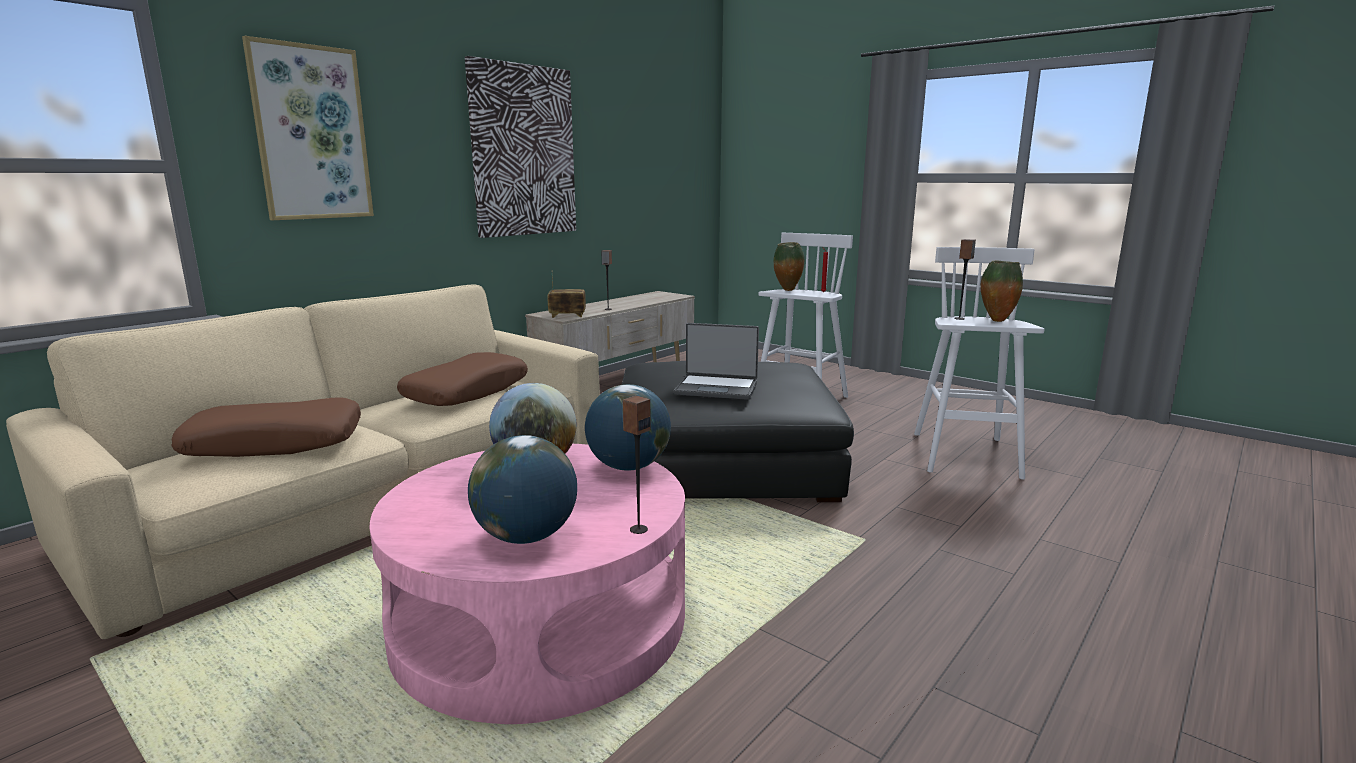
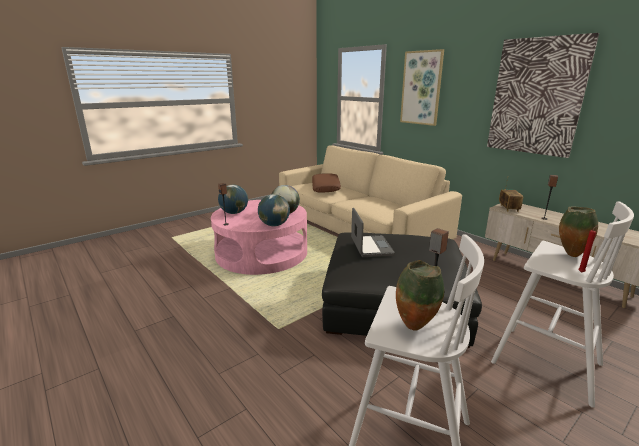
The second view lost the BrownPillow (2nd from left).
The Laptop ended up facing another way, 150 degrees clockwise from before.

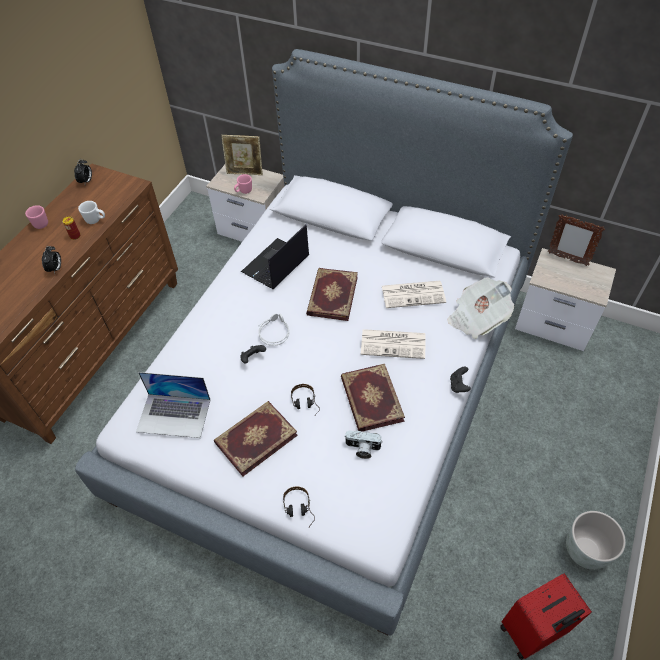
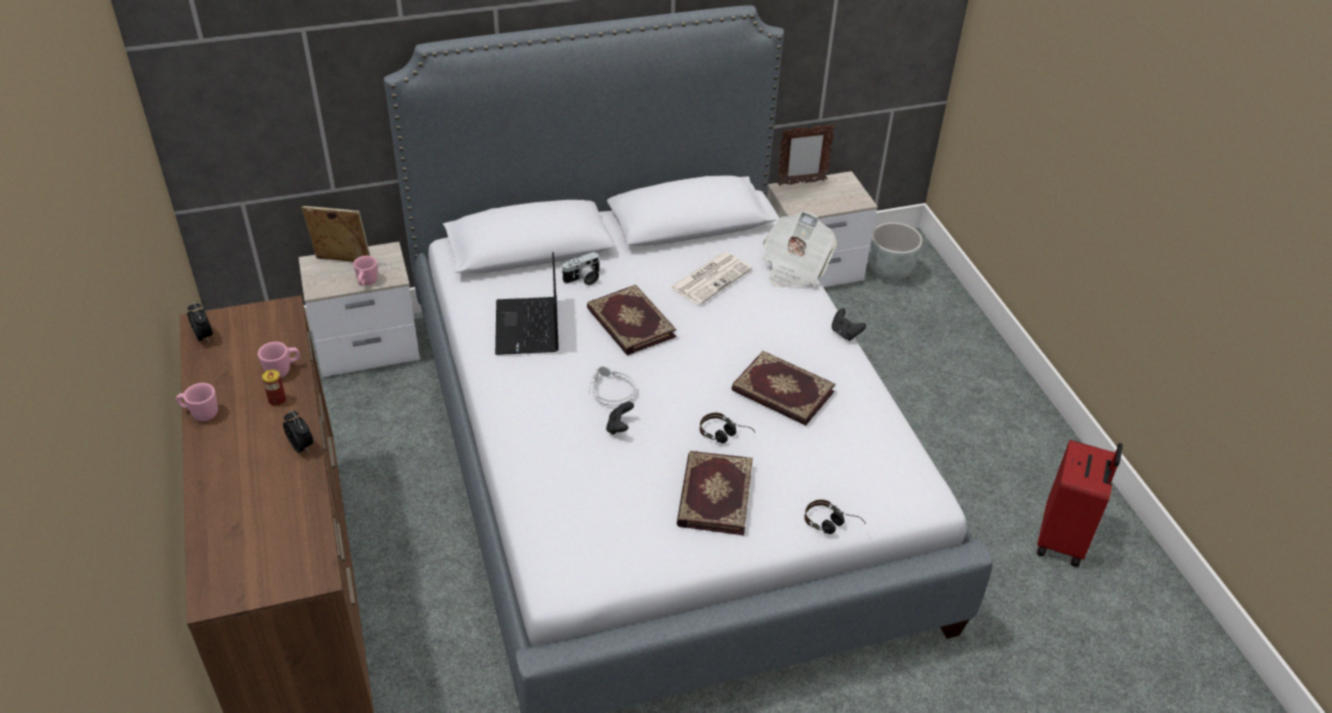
What was the WhiteMug turned into the PinkMug (2nd from left).
The second view lost the Laptop (1st from left).
The PictureFrame (1st from left) ended up facing another way, 135 degrees counterclockwise from before.
The PhotoCamera ended up elsewhere.
The second view lost the Newspaper (1st from left).
The GreyPlanter ended up elsewhere.

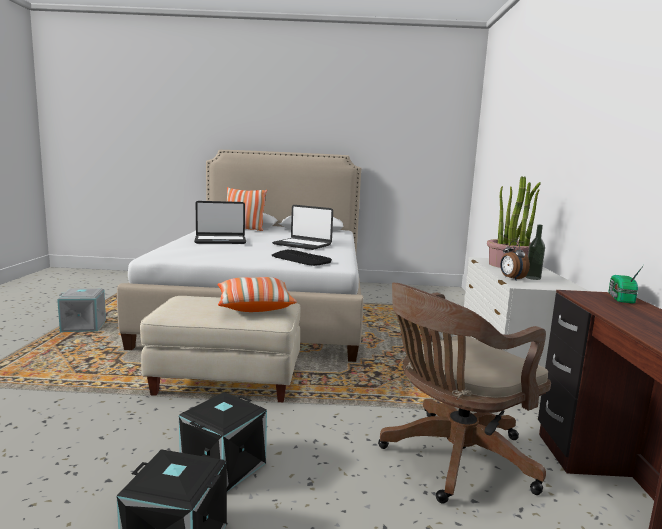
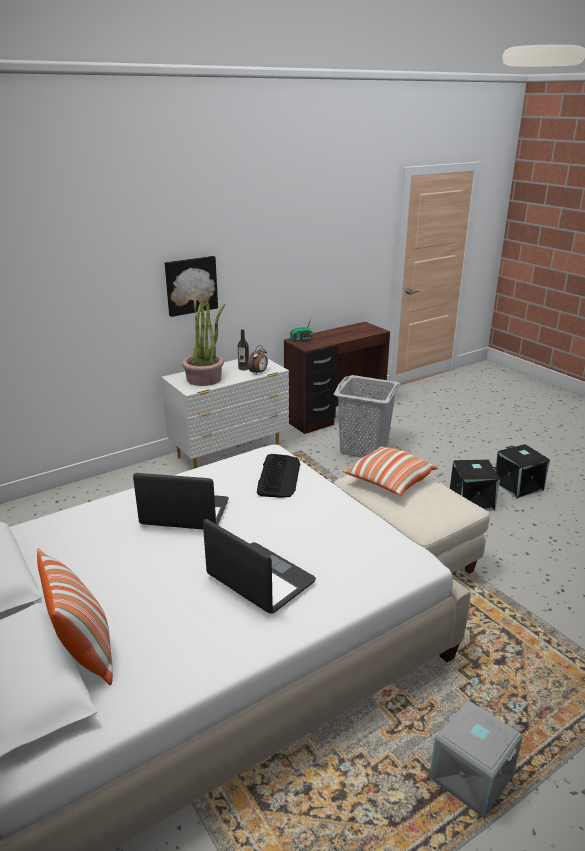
The Laptop (2nd from left in the first image) ended up facing another way, 75 degrees counterclockwise from before.
Where the BrownOfficeChair stood, the GreyLaundryBasket came to stand.
The second view gained the Picture.

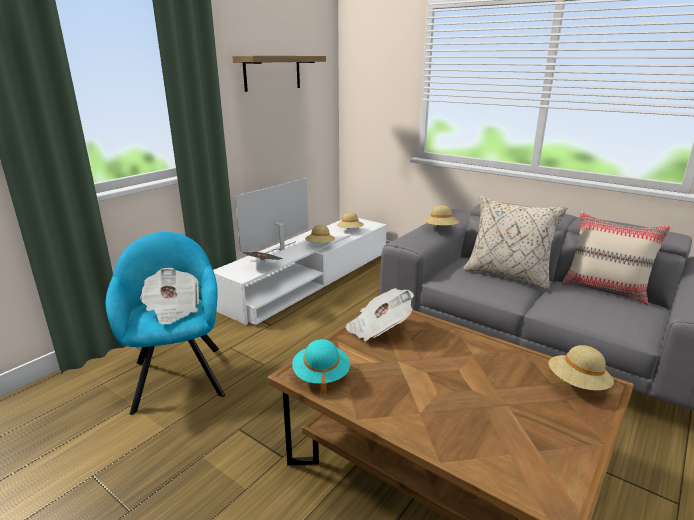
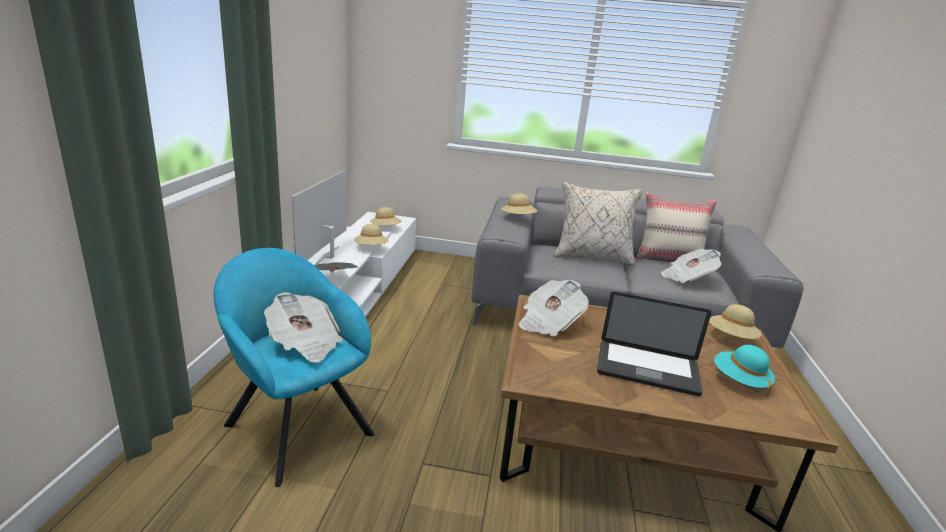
The second view lost the Shelf.
The TurquoiseHat ended up elsewhere.
The second view gained the Laptop.
The second view gained the Newspaper (4th from left).

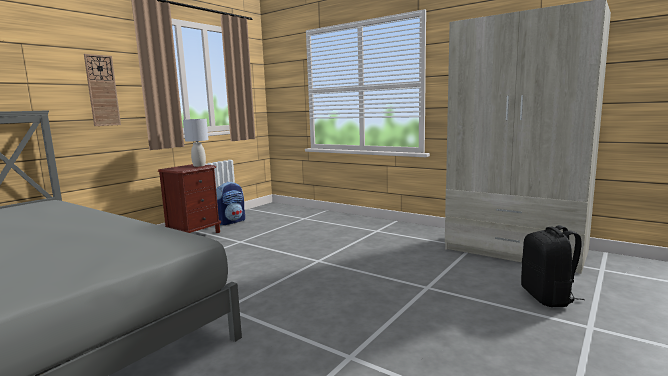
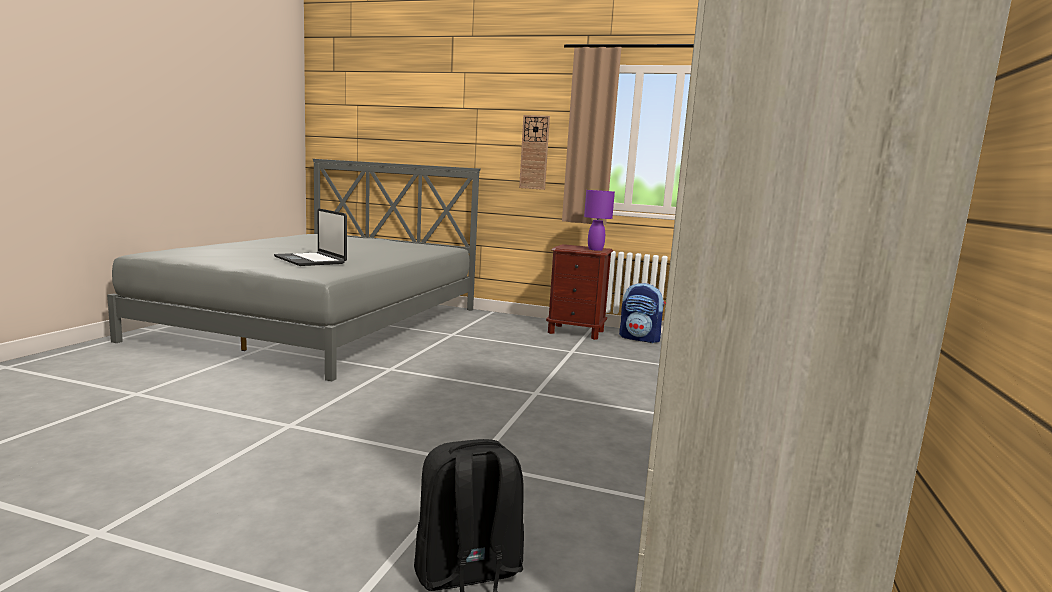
What was the GreyTableLamp turned into the PurpleTableLamp.
The second view gained the Laptop.

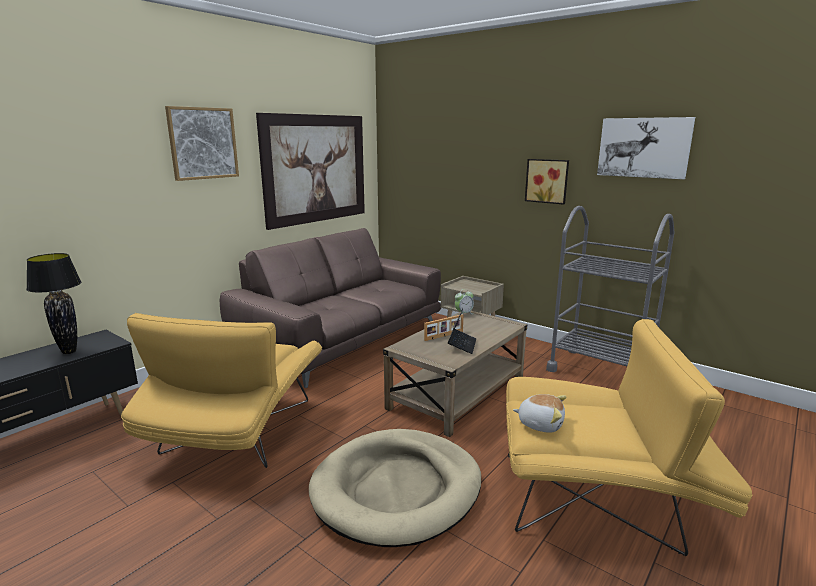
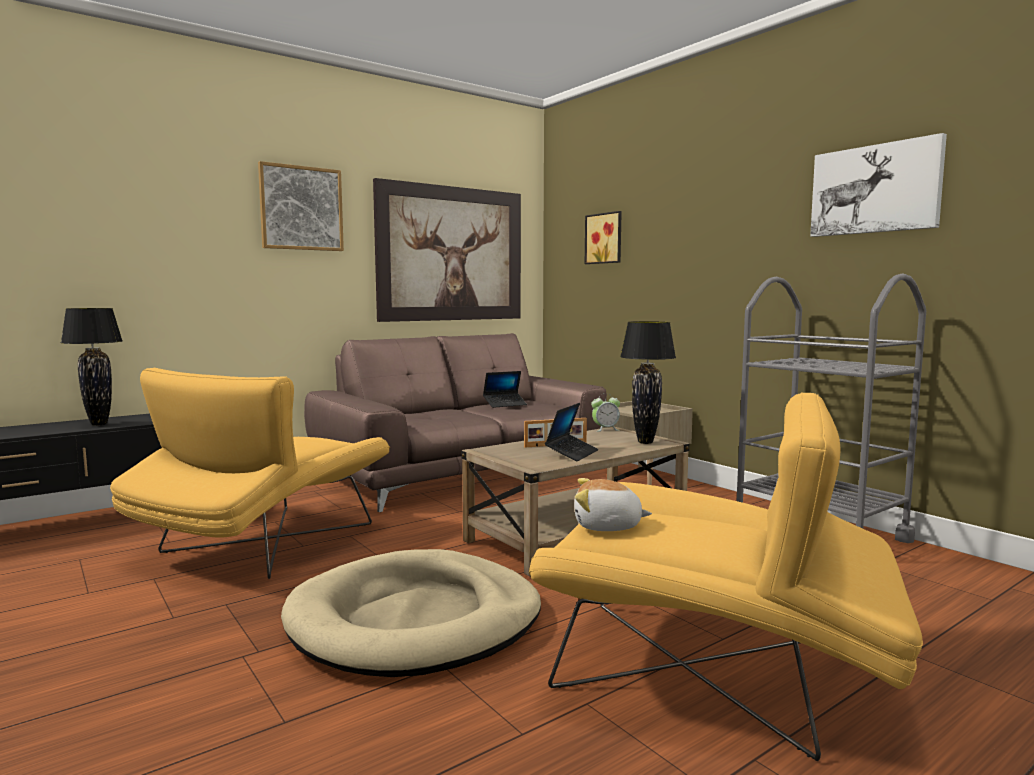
The PlushToy ended up facing another way, 150 degrees clockwise from before.
The Picture (3rd from left) ended up elsewhere.
The second view gained the Laptop (1st from left).
The second view gained the BlackTableLamp (2nd from left).

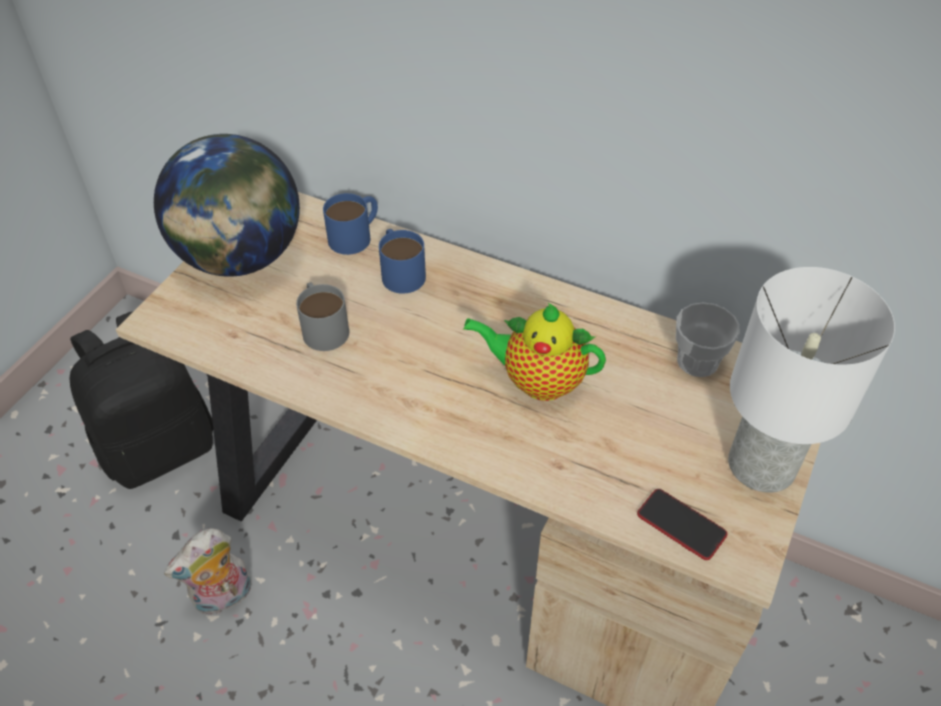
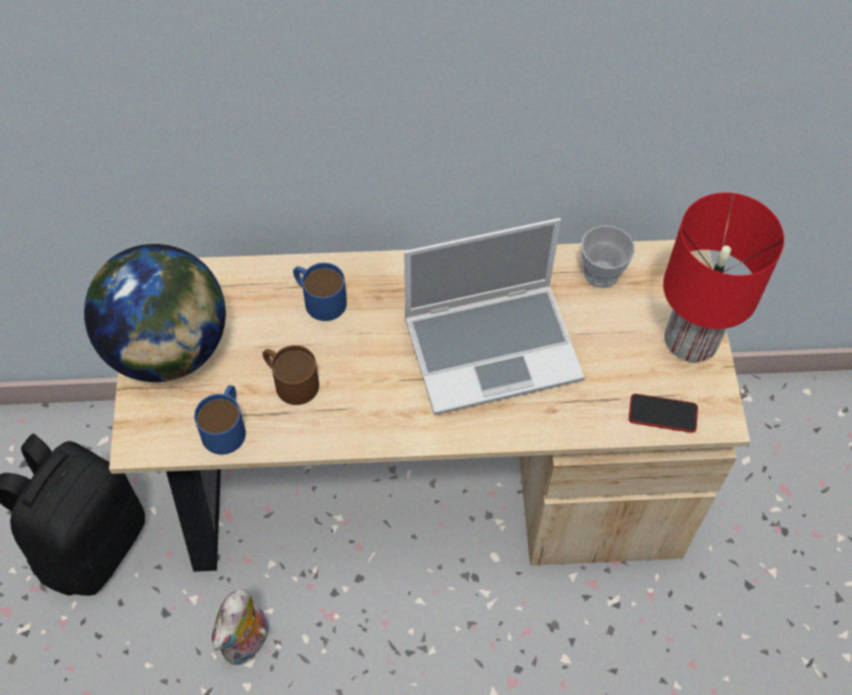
What was the GreyMug turned into the BrownMug.
The BlueMug (1st from left) ended up elsewhere.
Where the Teapot stood, the Laptop came to stand.
What was the WhiteTableLamp turned into the RedTableLamp.

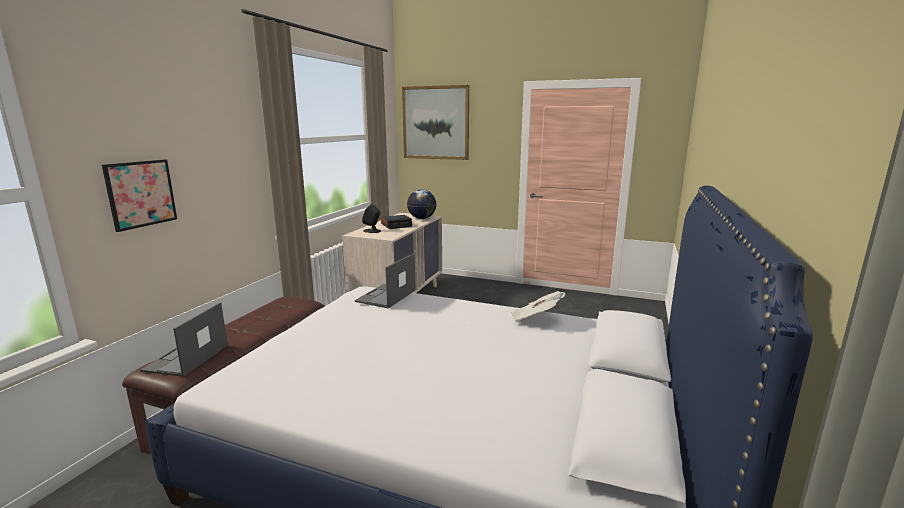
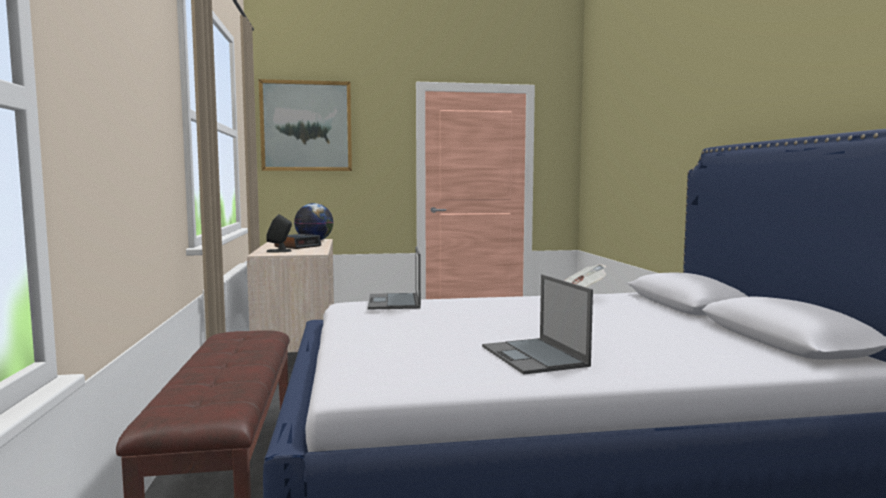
The second view lost the Picture (1st from left).
The Laptop (1st from left in the first image) ended up elsewhere.

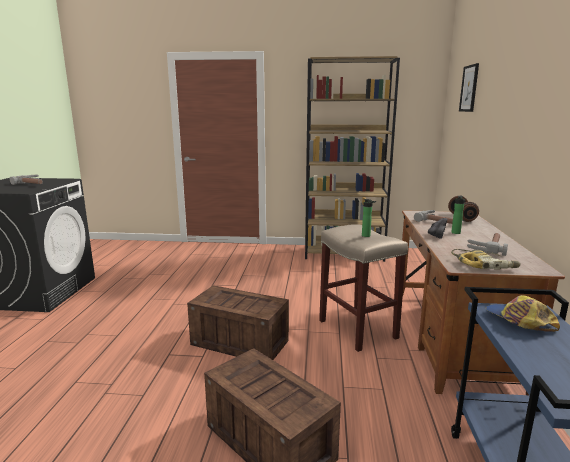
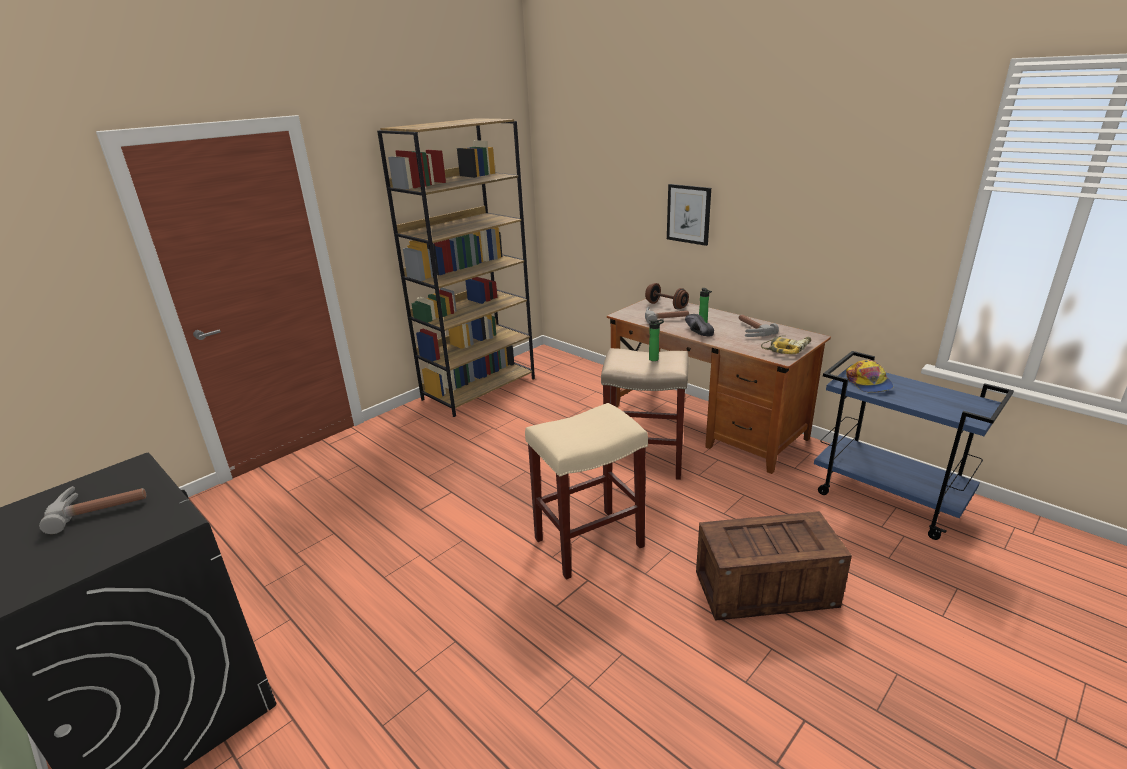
Where the Crate (1st from left) stood, the BeigeStool (1st from left) came to stand.
The Picture ended up elsewhere.
The Cap ended up facing another way, 105 degrees counterclockwise from before.

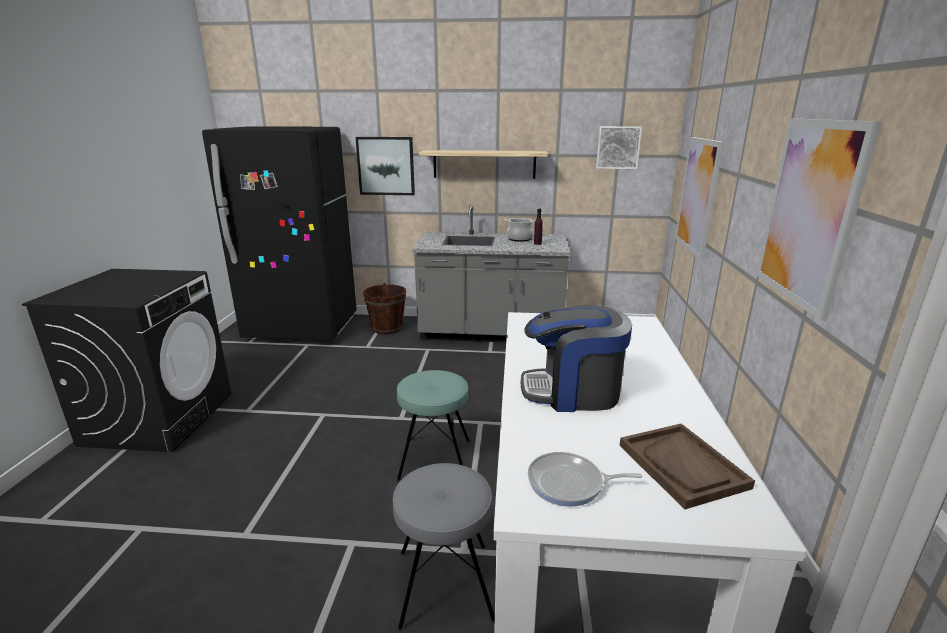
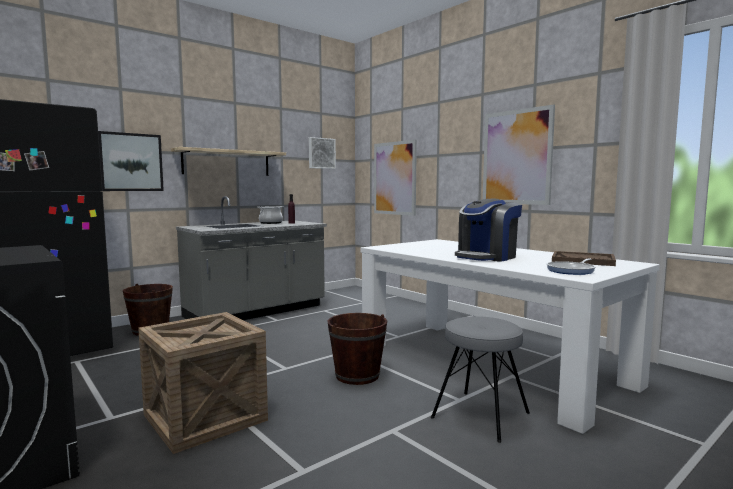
Where the TurquoiseStool stood, the BrownBucket (2nd from left) came to stand.
The second view gained the Crate.

